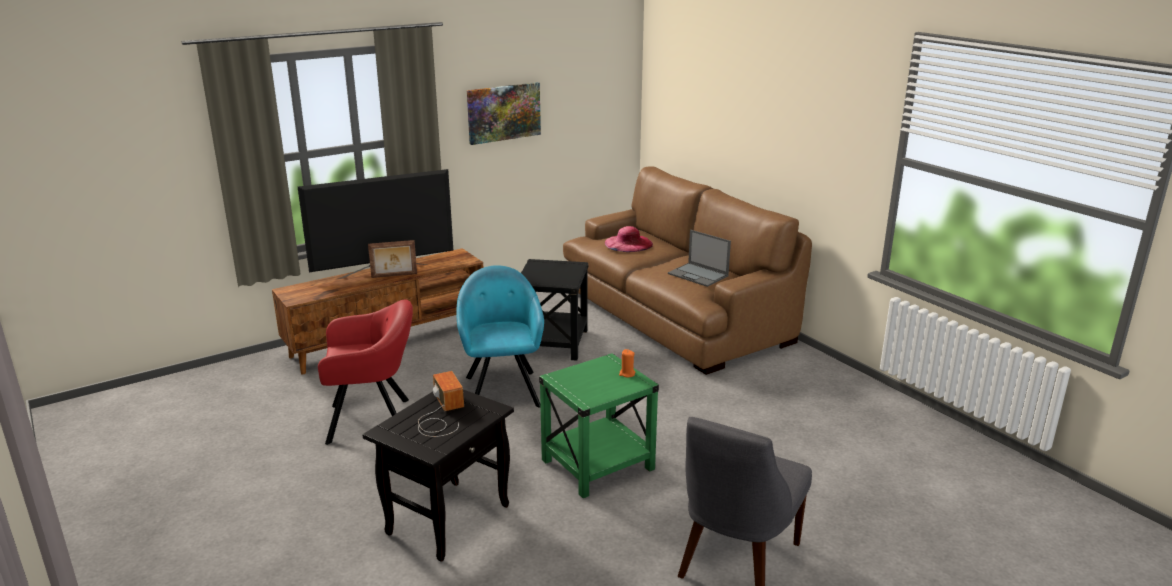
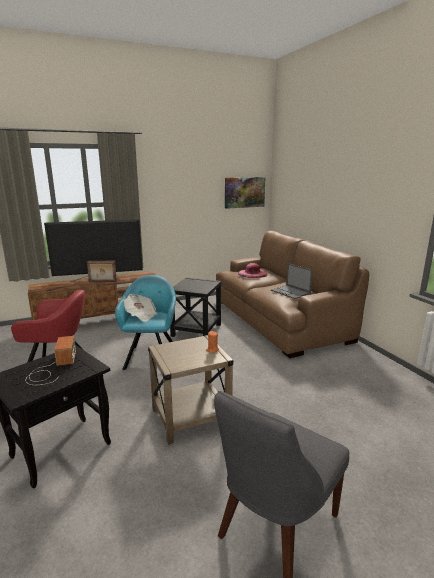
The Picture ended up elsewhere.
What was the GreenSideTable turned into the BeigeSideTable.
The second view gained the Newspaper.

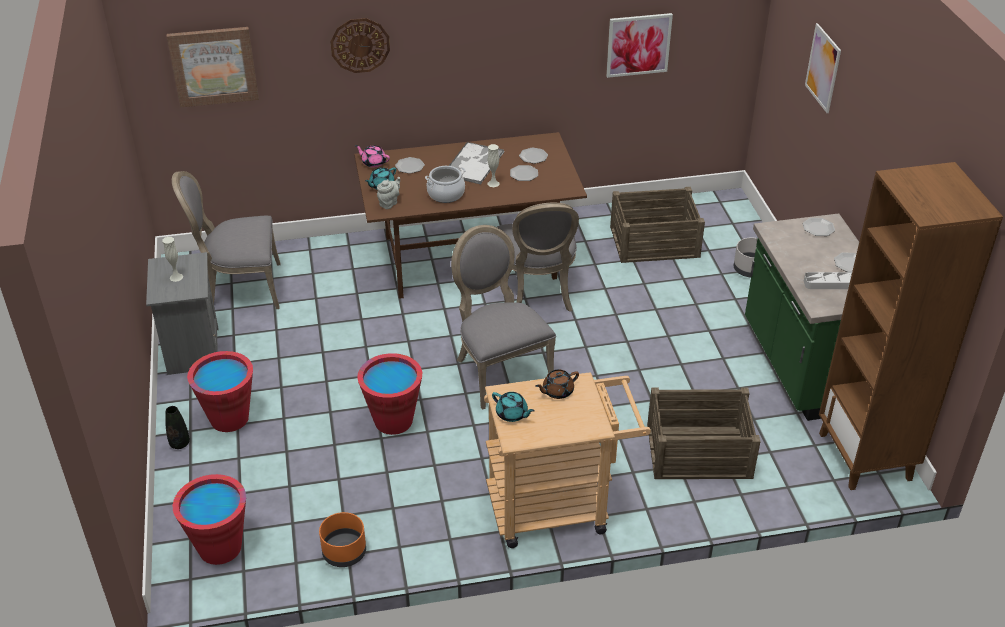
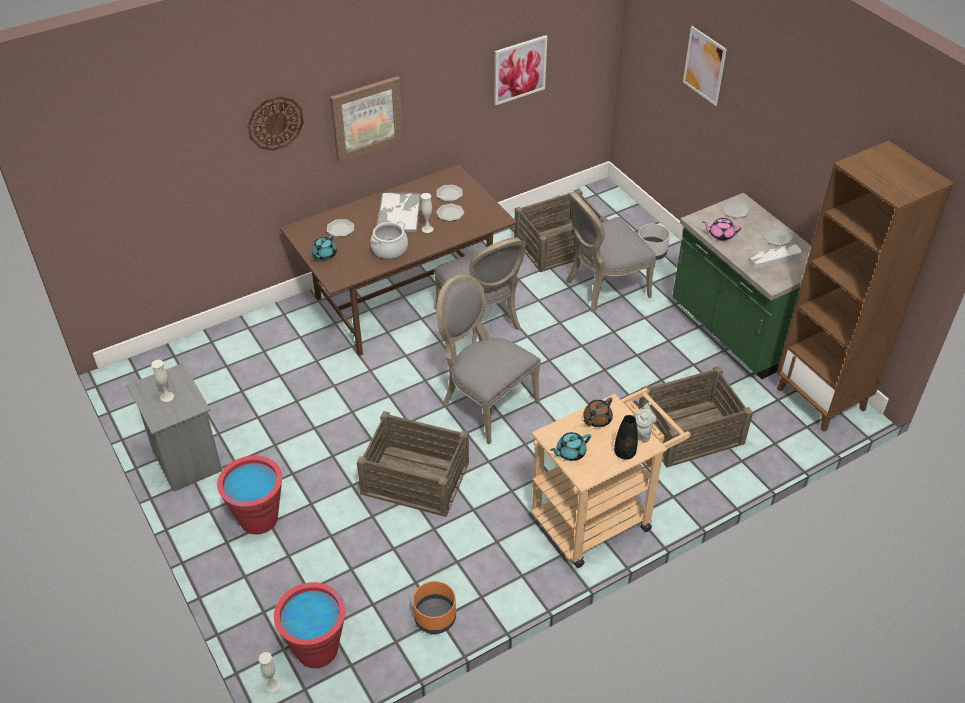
The BlackVase ended up elsewhere.
The Picture (1st from left) ended up elsewhere.
The GreyChair (1st from left in the first image) ended up elsewhere.
The PinkTeapot ended up elsewhere.
Where the RedBucket (3rd from left) stood, the Crate (1st from left) came to stand.
The GreyTeapot ended up elsewhere.
The TurquoiseTeapot (2nd from left) ended up facing another way, 135 degrees clockwise from before.
The second view gained the WhiteVase (2nd from left).

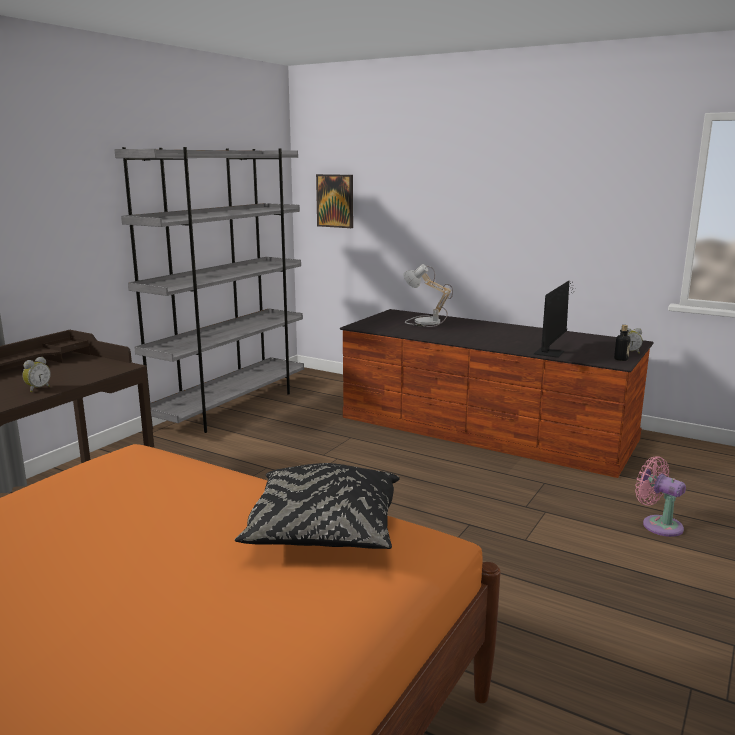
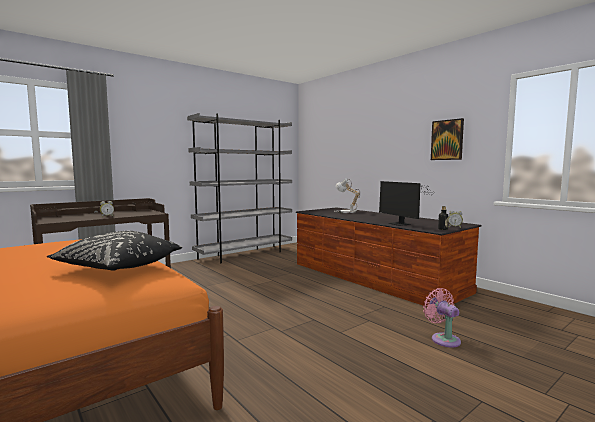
The Picture ended up elsewhere.
The Monitor ended up facing another way, 105 degrees clockwise from before.

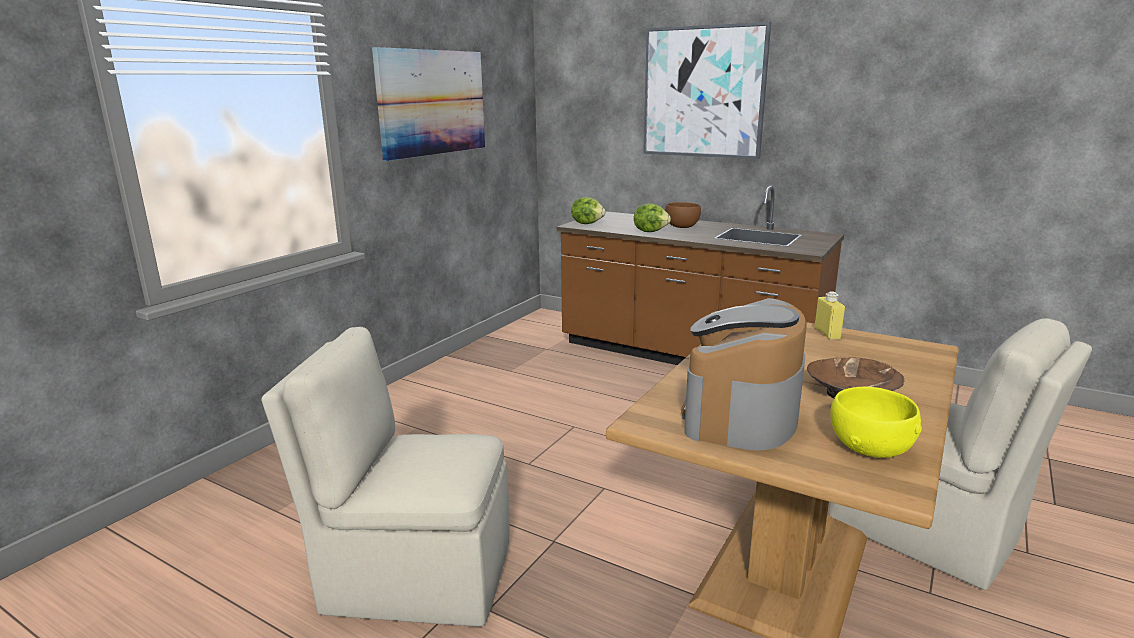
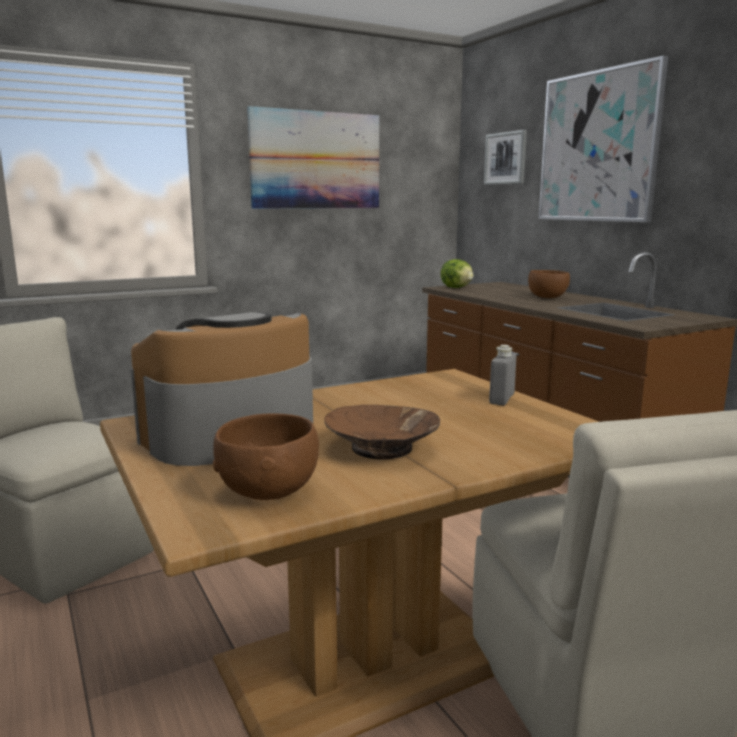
The second view lost the Lettuce (2nd from left).
What was the YellowBottle turned into the GreyBottle.
What was the YellowBowl turned into the BrownBowl (1st from left).
The second view gained the Picture (2nd from left).

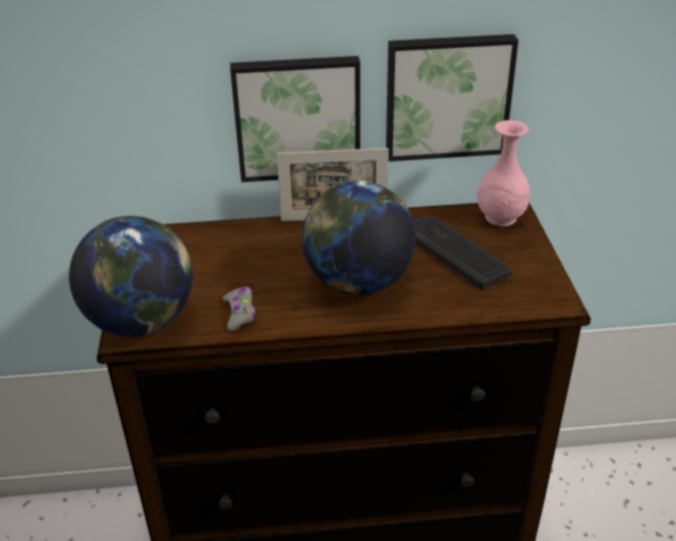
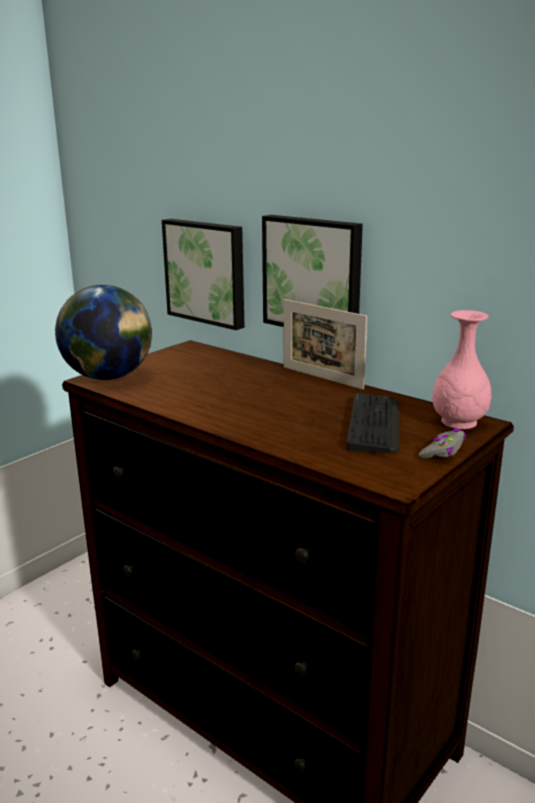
The GreyGameController ended up elsewhere.
The second view lost the Globe (2nd from left).
The Picture (2nd from left in the first image) ended up elsewhere.

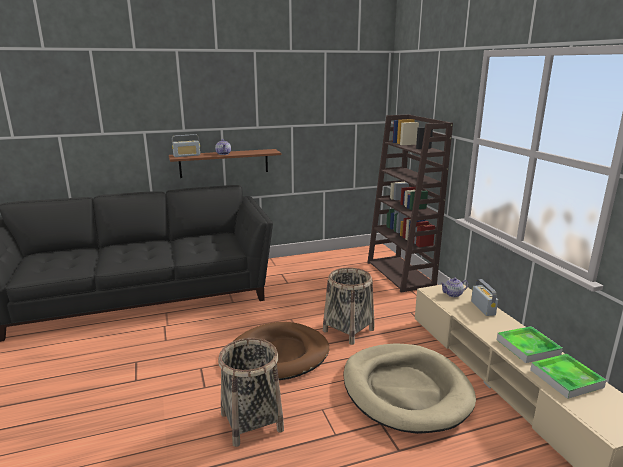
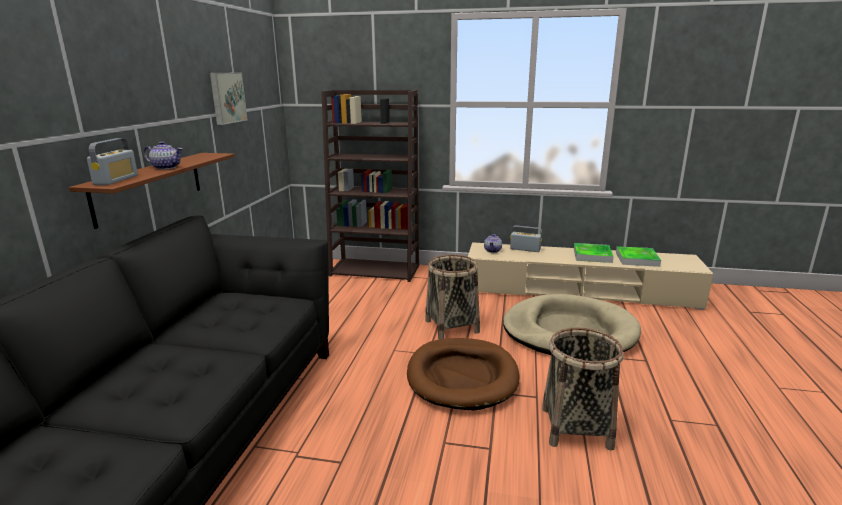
The second view gained the Picture.

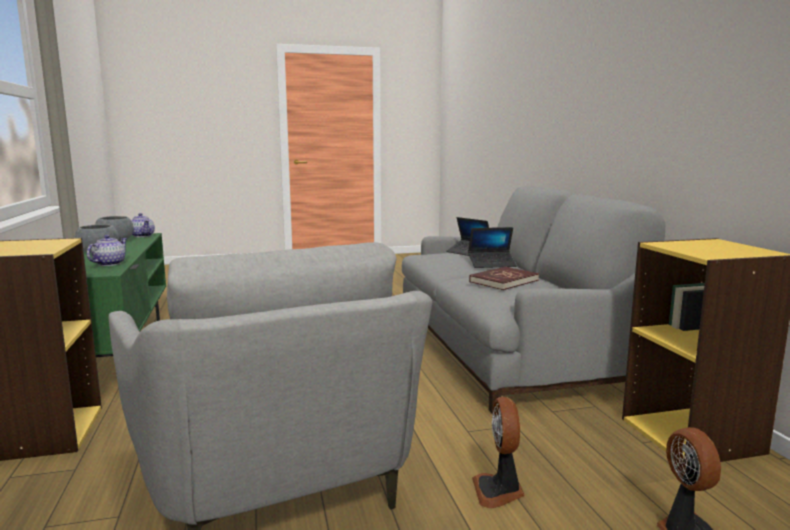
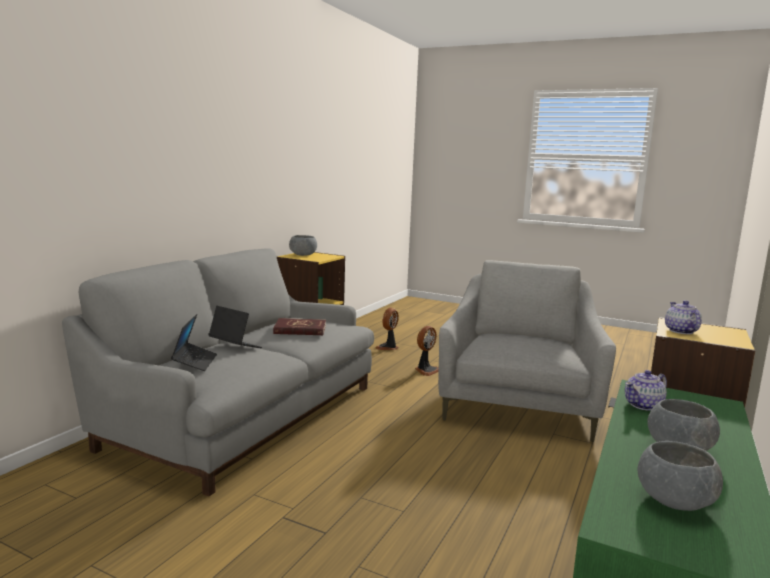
The Teapot (2nd from left) ended up elsewhere.
The second view gained the GreyBowl (1st from left).

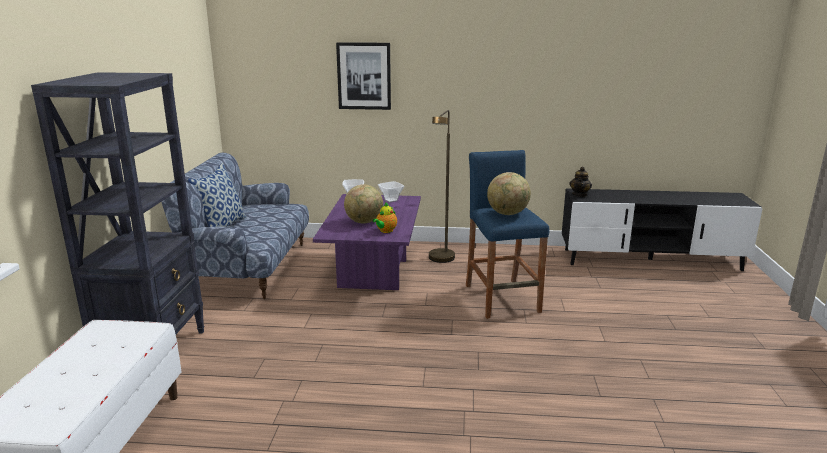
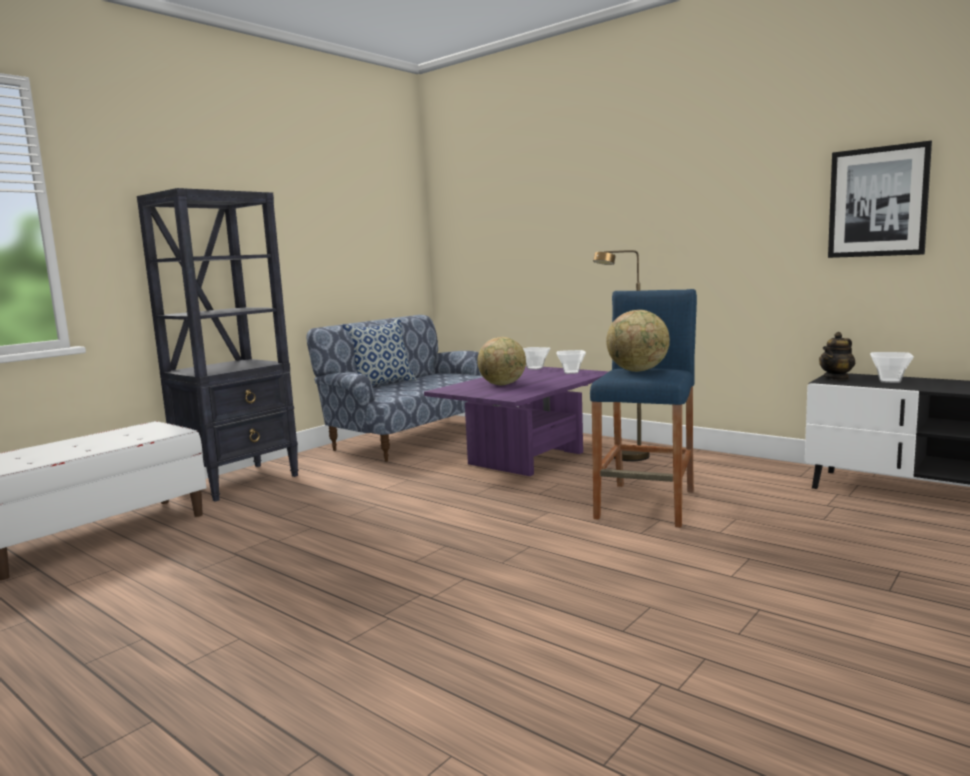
The Picture ended up elsewhere.
The second view lost the Teapot (1st from left).
The second view gained the Bowl (3rd from left).

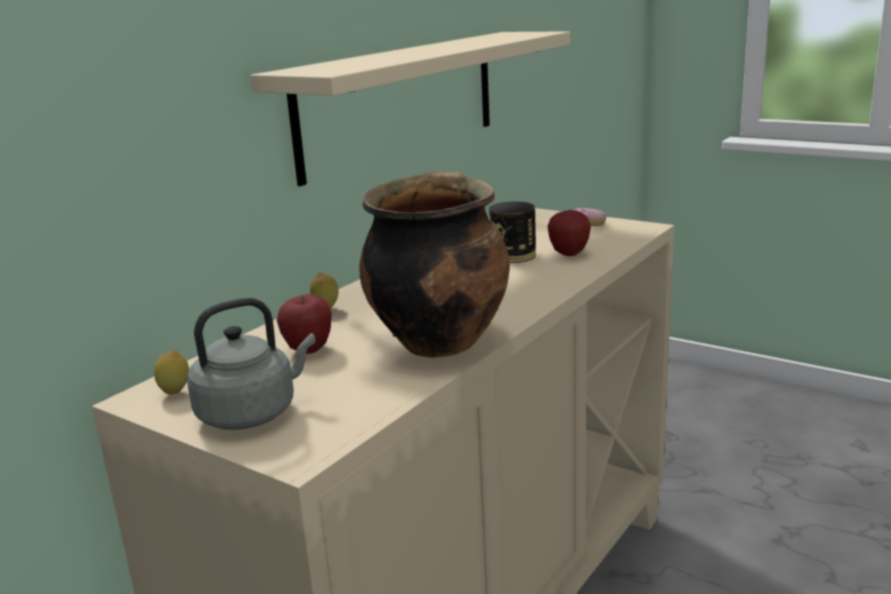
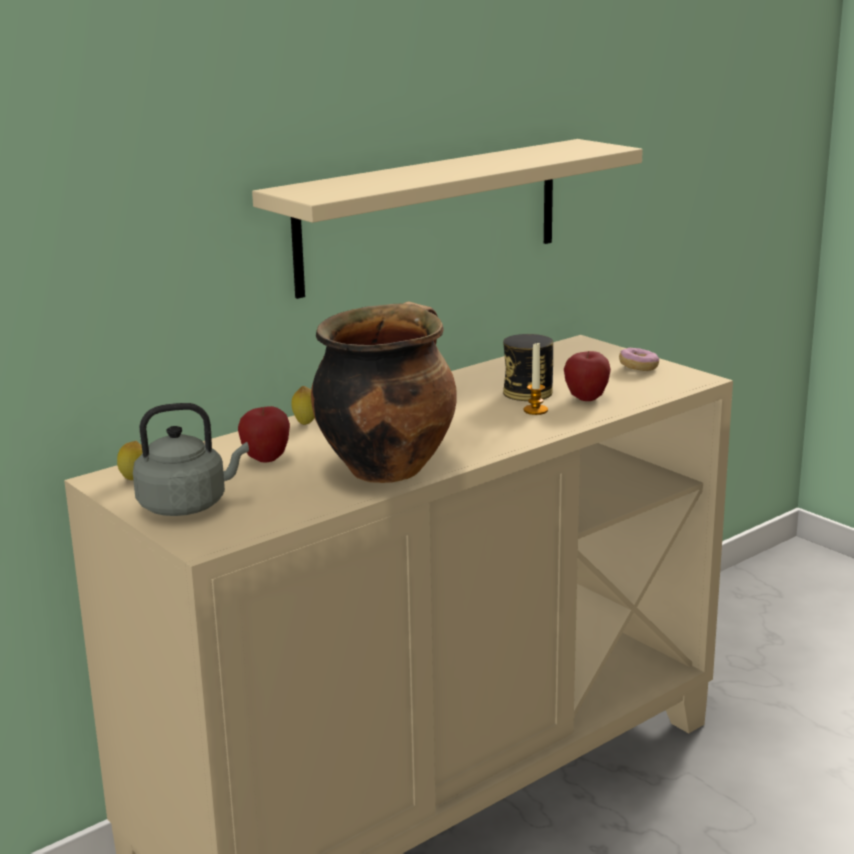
The second view gained the Candle.

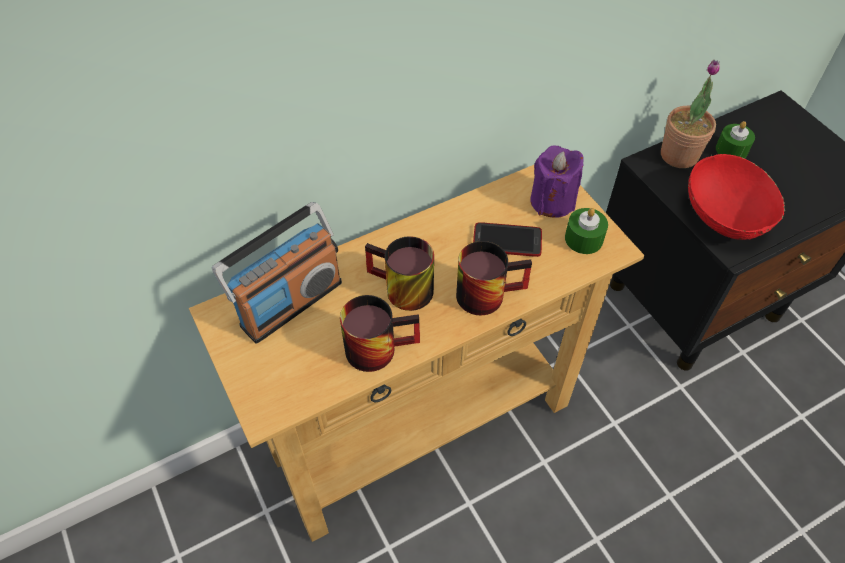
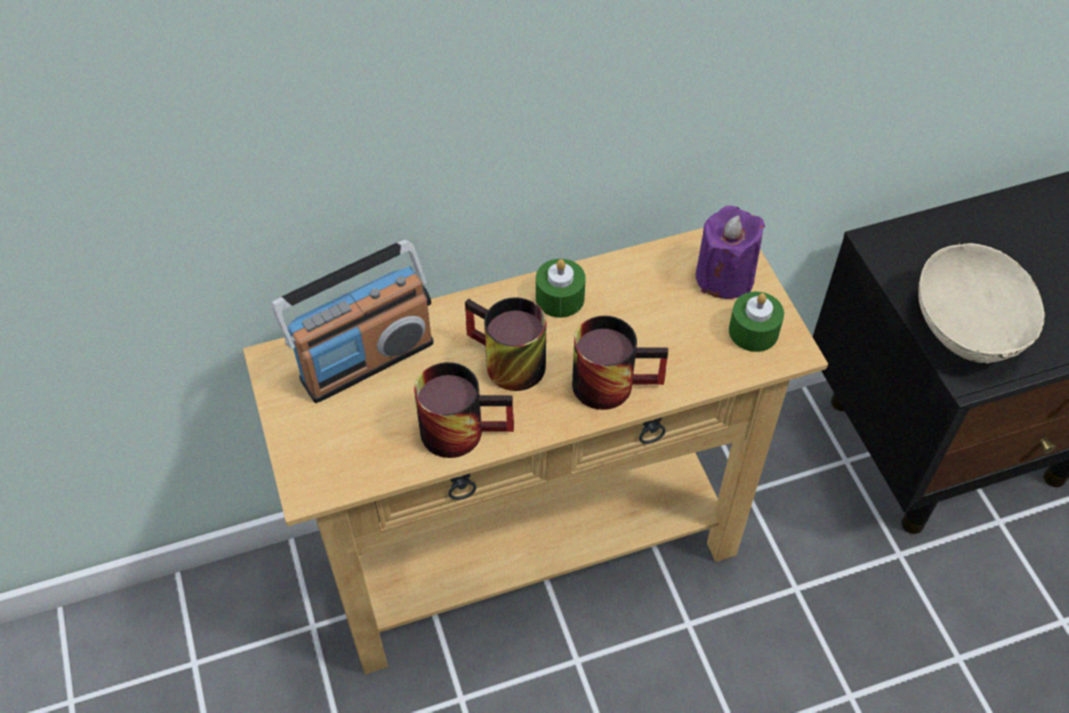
The second view lost the Phone.
The second view lost the PottedPlant.
What was the RedBowl turned into the BeigeBowl.
The GreenCandle (2nd from left in the first image) ended up elsewhere.

